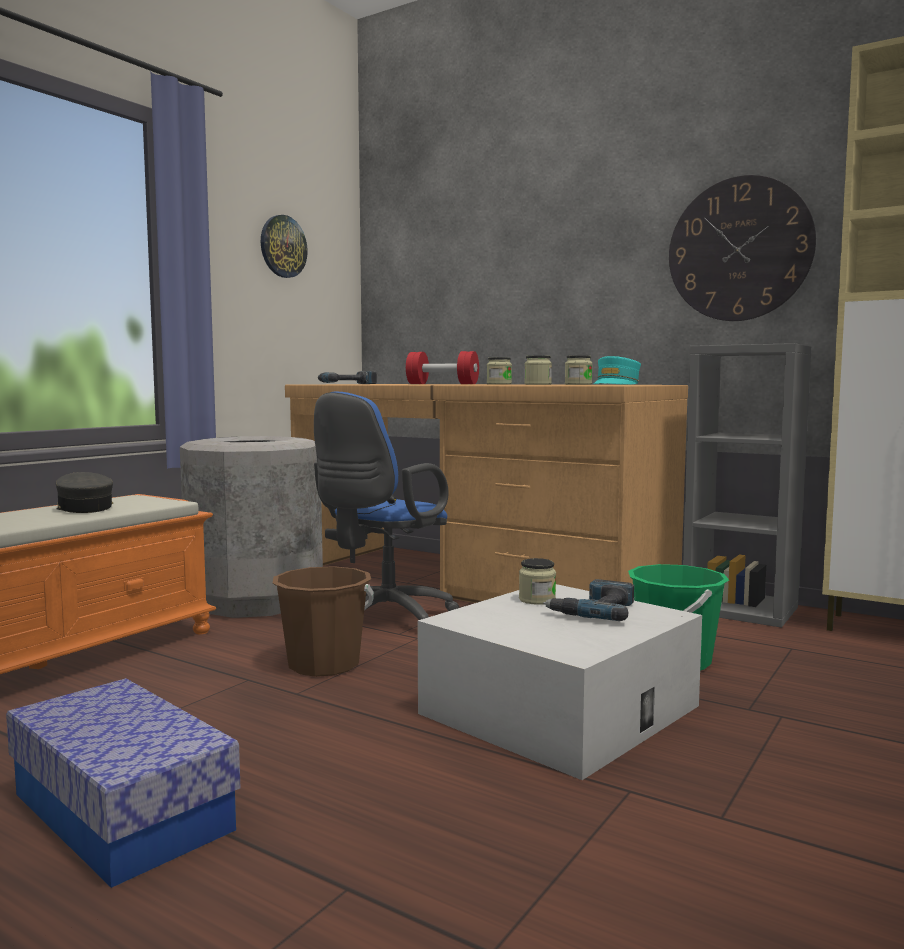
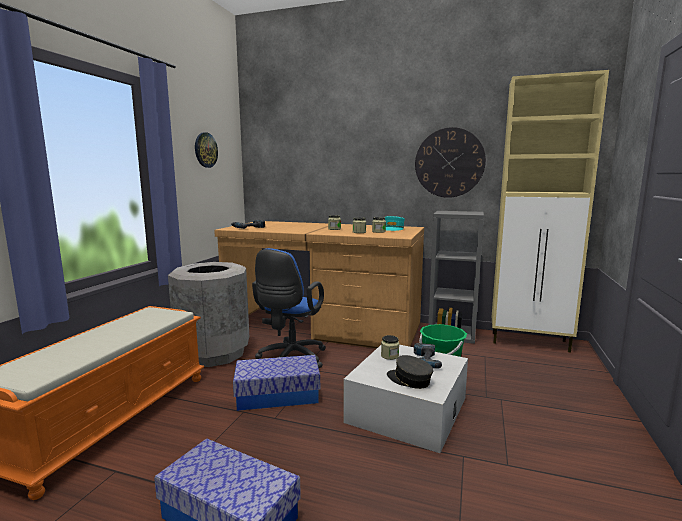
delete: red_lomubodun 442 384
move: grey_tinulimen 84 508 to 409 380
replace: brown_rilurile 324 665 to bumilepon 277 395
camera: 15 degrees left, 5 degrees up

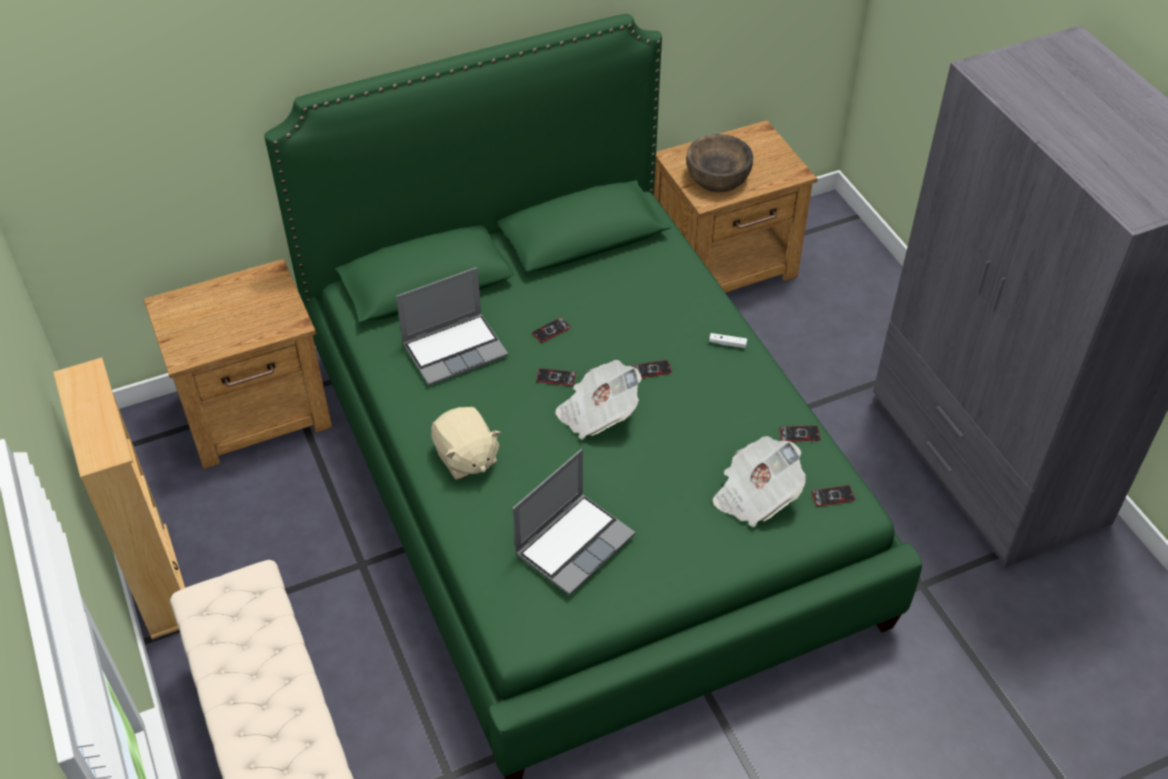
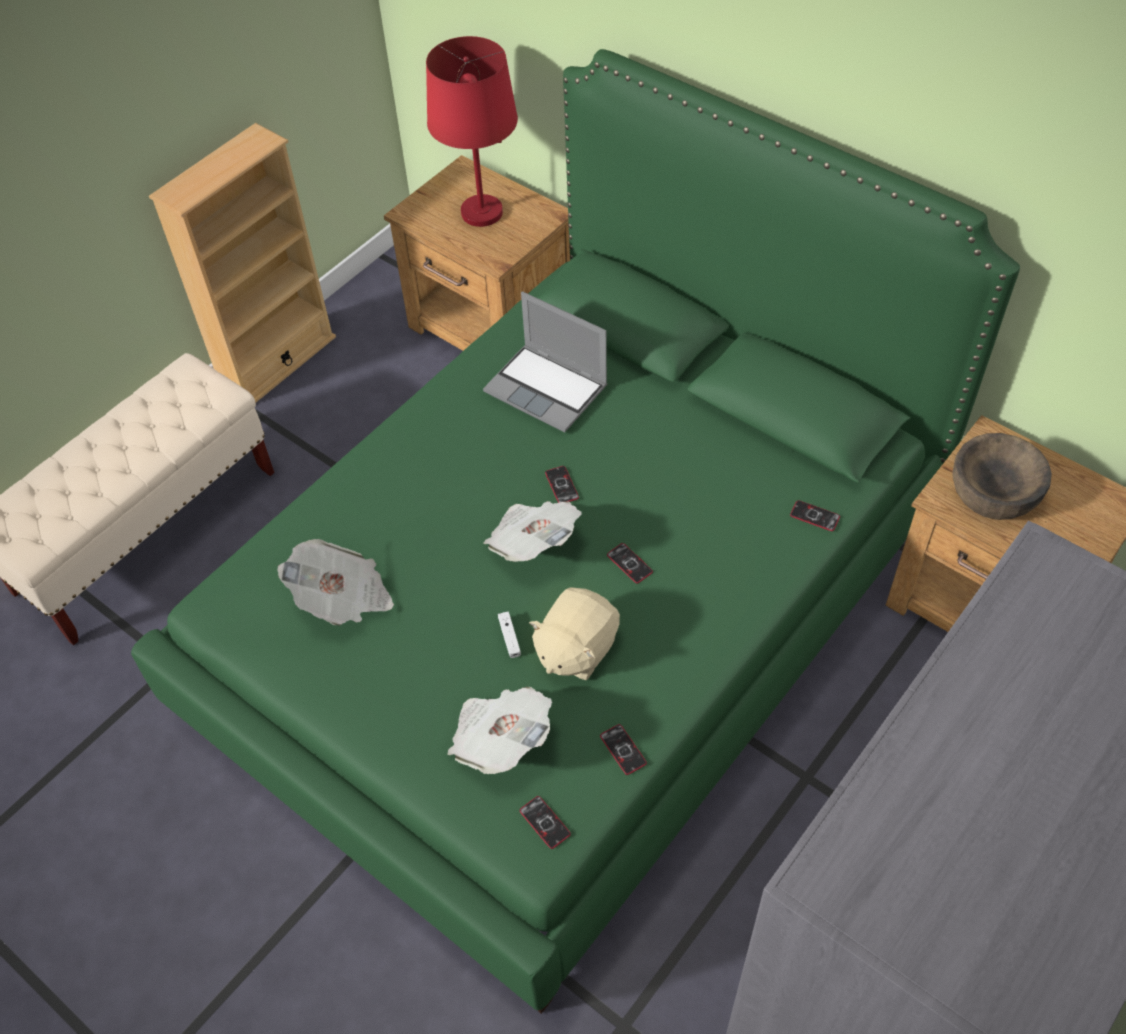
insert: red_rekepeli 481 213
move: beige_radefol 466 458 to 575 648; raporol 551 330 to 814 516; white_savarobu 727 343 to 509 637
replace: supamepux 574 543 to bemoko 342 598
camera: 65 degrees right, 5 degrees up

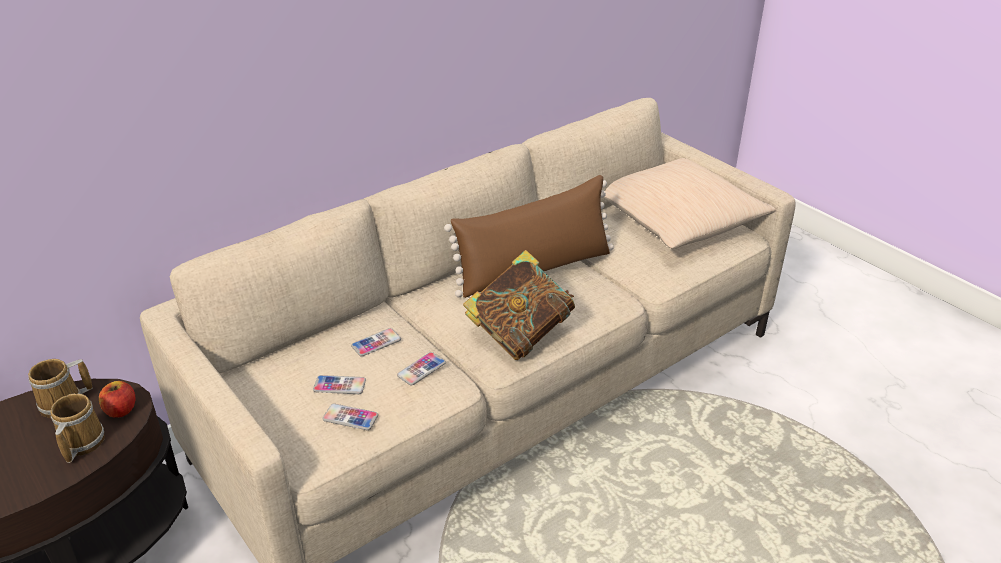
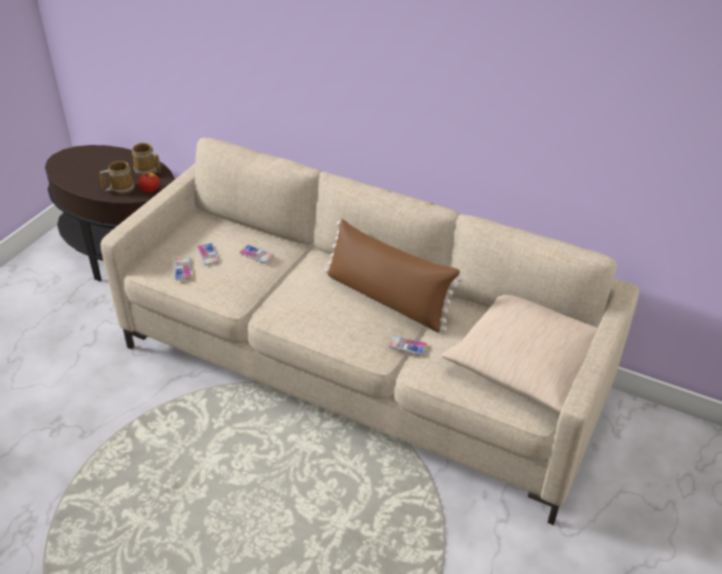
delete: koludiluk 520 334
move: raporol 421 369 to 407 346
camera: 65 degrees right, 5 degrees up

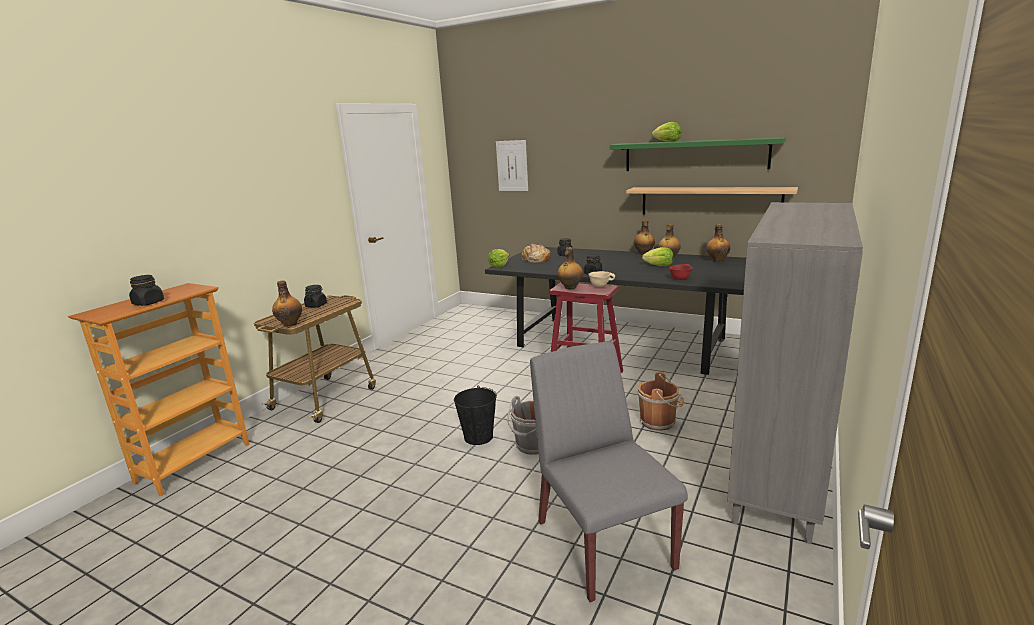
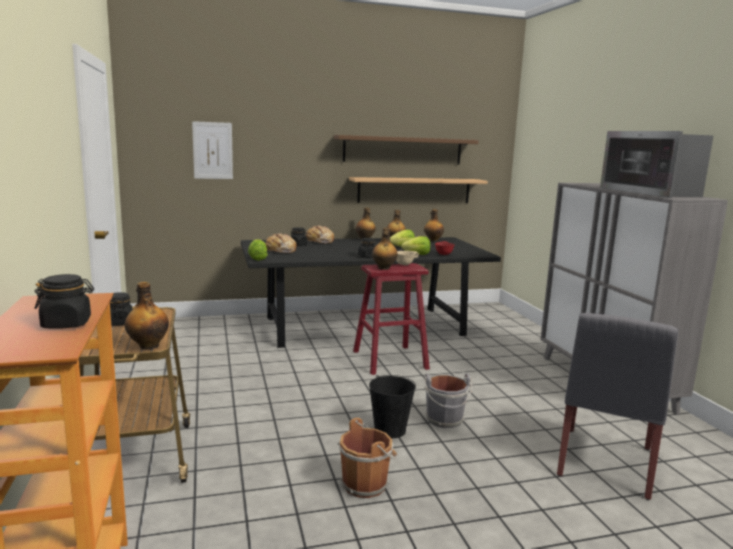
insert: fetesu 319 241; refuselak 652 192
move: brown_rilurile 659 422 to 366 484; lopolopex 667 141 to 417 254
recolor: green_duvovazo 695 155 to brown_duvovazo 403 150
rotate: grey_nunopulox 602 543 = 605 462 90 degrees counterclockwise
camera: 45 degrees left, 5 degrees down

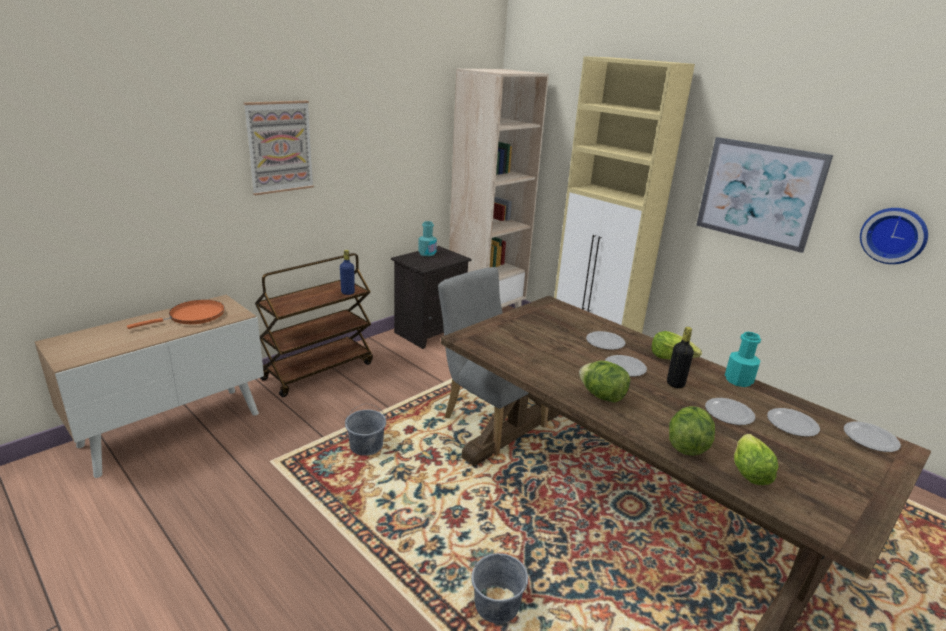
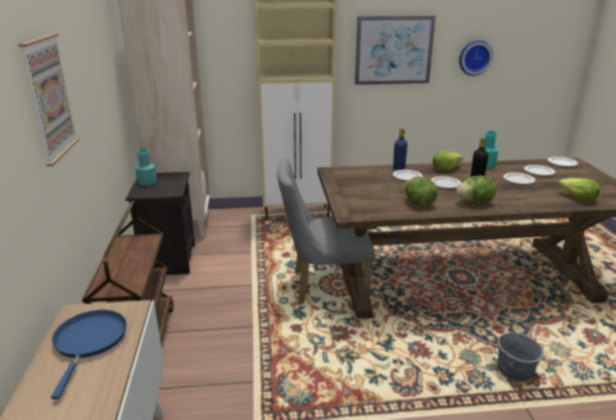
delete: grey_rilurile 366 445
move: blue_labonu 347 292 to 399 168; lopolopex 687 446 to 418 203
recolor: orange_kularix 193 316 to blue_kularix 89 341
camera: 50 degrees left, 0 degrees up

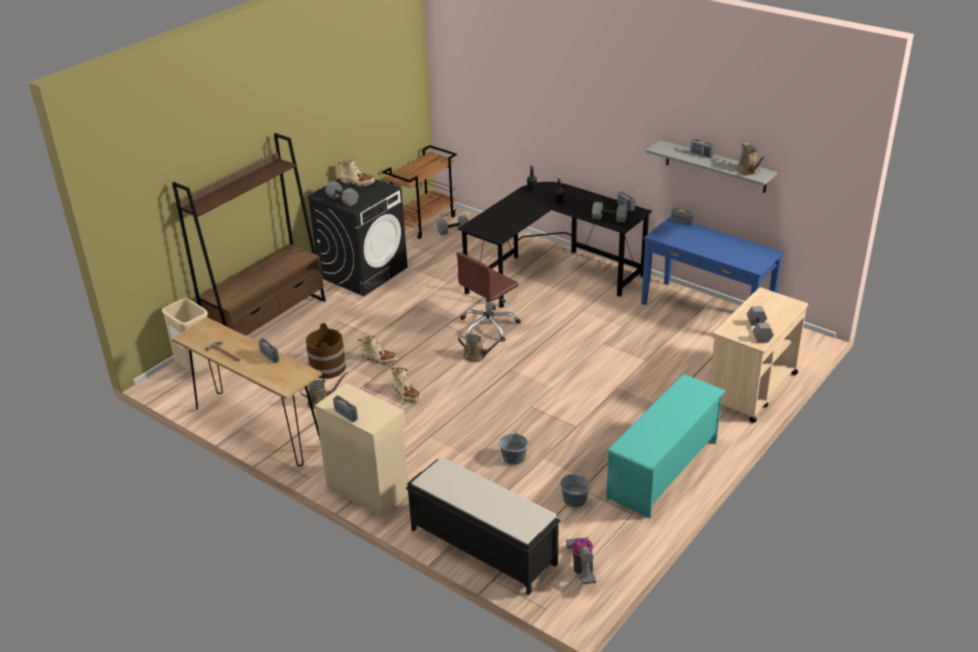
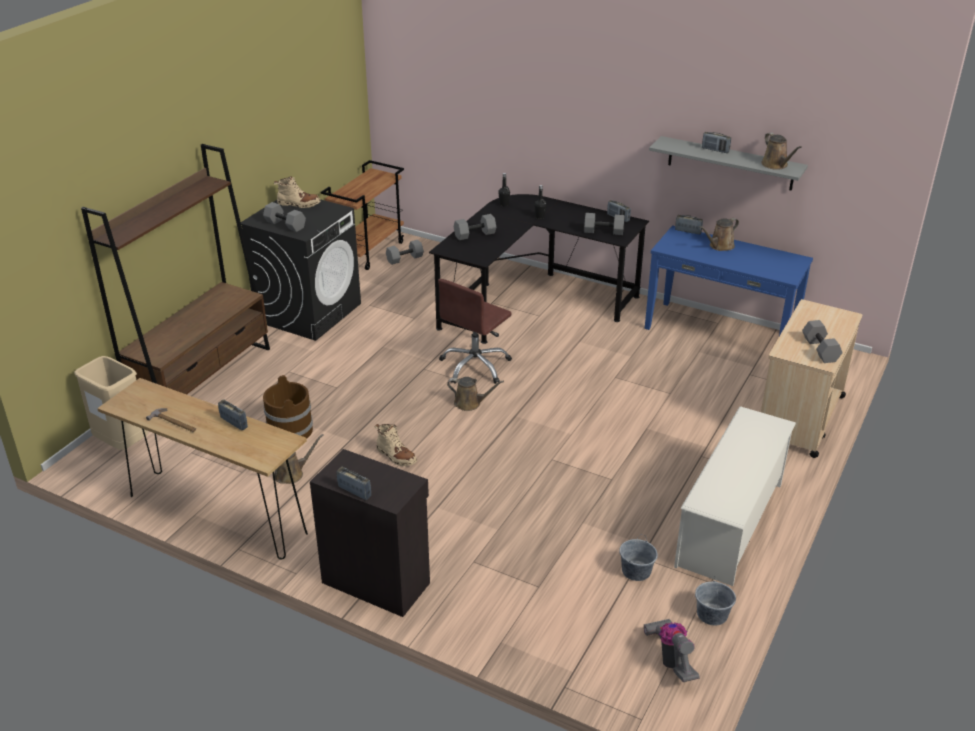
delete: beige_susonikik 379 359; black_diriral 482 546
insert: grey_lomubodun 474 235; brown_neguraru 719 246
move: grey_rilurile 513 457 to 712 614
recolor: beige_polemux 368 489 to black_polemux 376 581; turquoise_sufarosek 663 470 to white_sufarosek 730 524
camera: 10 degrees left, 0 degrees up

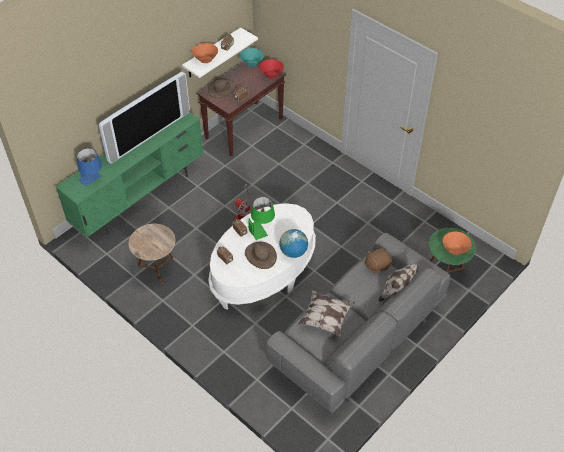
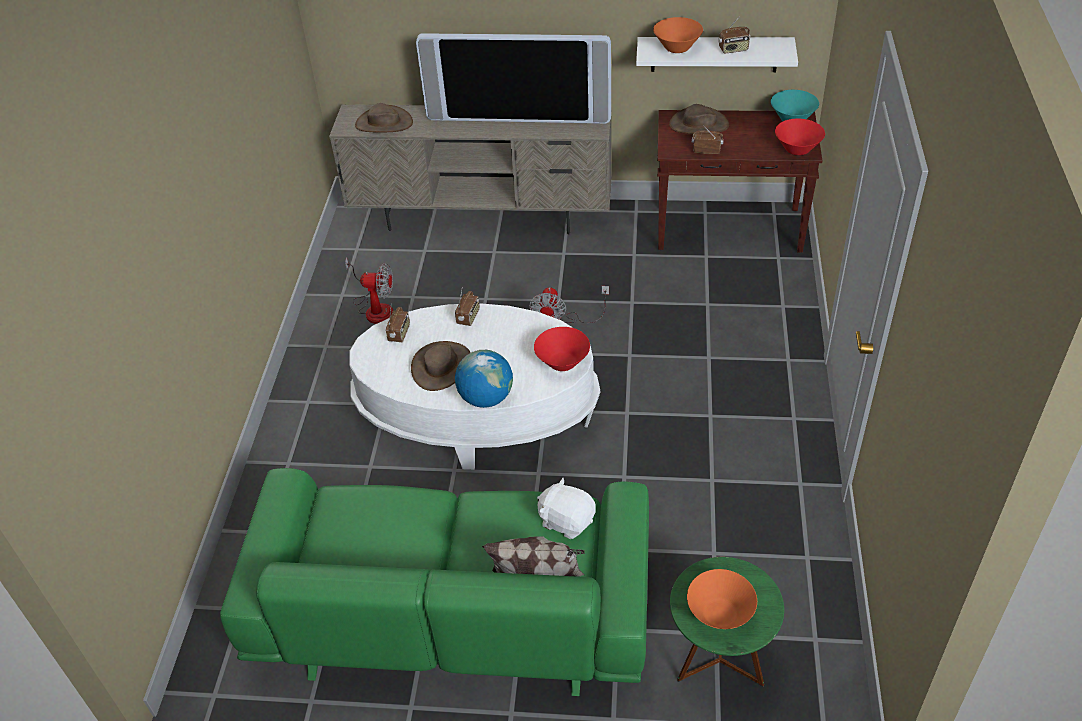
delete: green_rekepeli 261 229; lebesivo 326 318
insert: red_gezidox 562 362
replace: blue_rekepeli 92 180 to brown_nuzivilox 384 123; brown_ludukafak 157 269 to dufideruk 375 308
recolor: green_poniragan 140 197 to beige_poniragan 482 217; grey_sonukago 357 337 to green_sonukago 452 612; brown_radefol 377 265 to white_radefol 566 520
camera: 55 degrees right, 5 degrees down

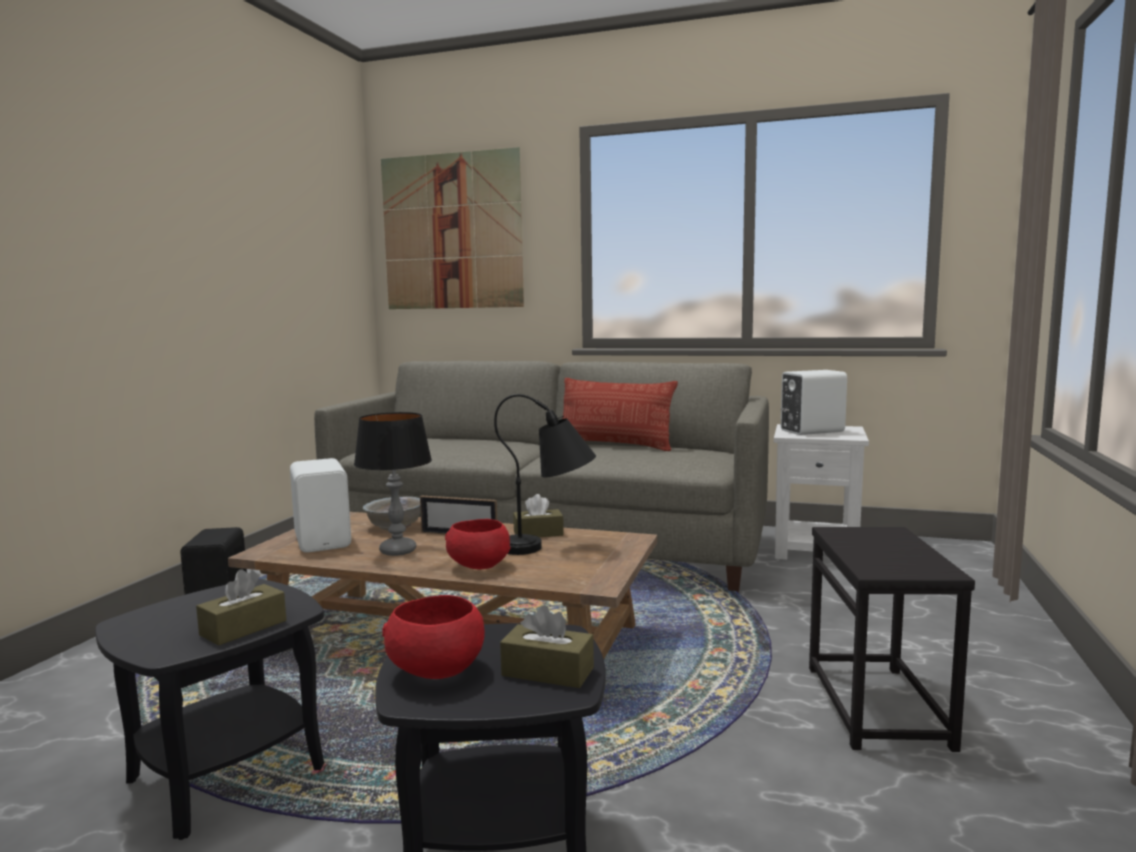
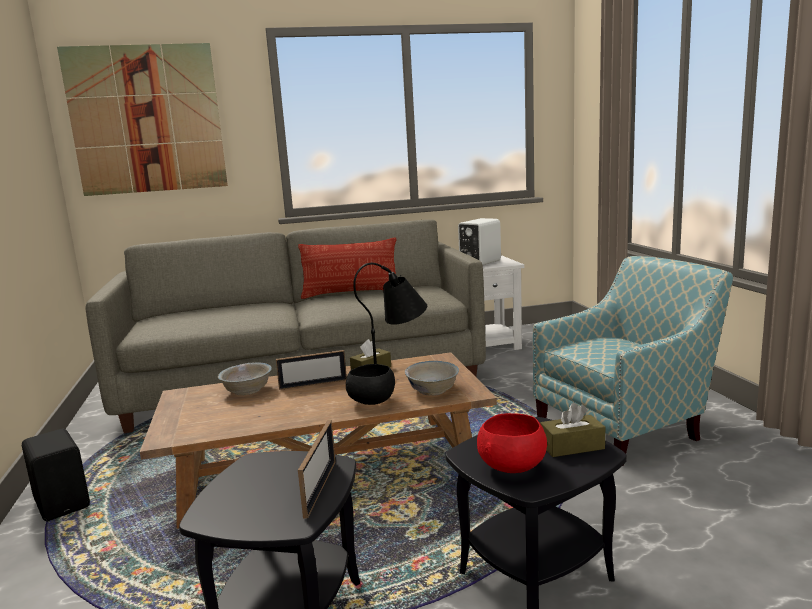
delete: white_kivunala 324 541; rekepeli 398 551
insert: white_gezidox 432 390
replace: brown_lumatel 243 628 to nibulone 320 488; black_ludukafak 878 706 to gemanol 625 426
recolor: red_gezidox 478 566 to black_gezidox 371 402
camera: 30 degrees left, 5 degrees up

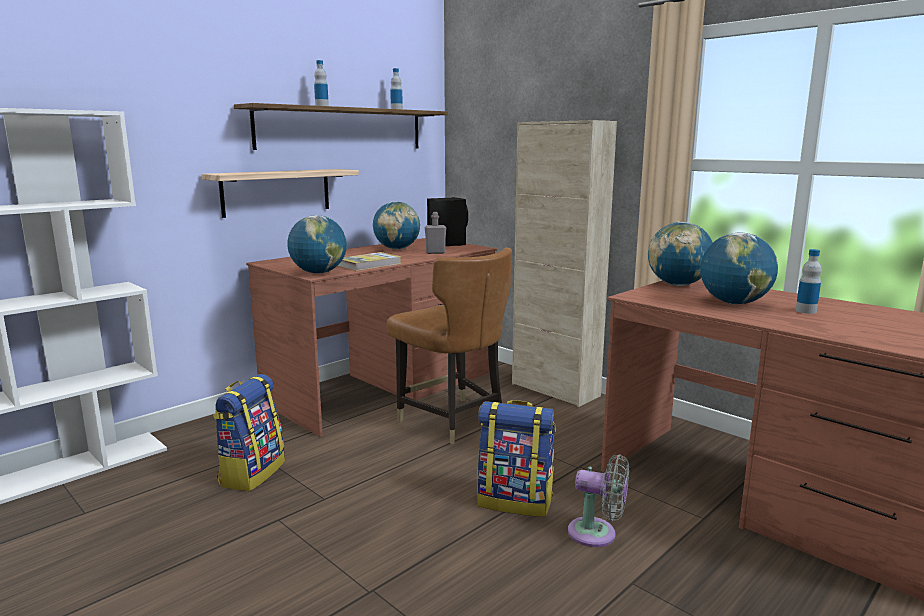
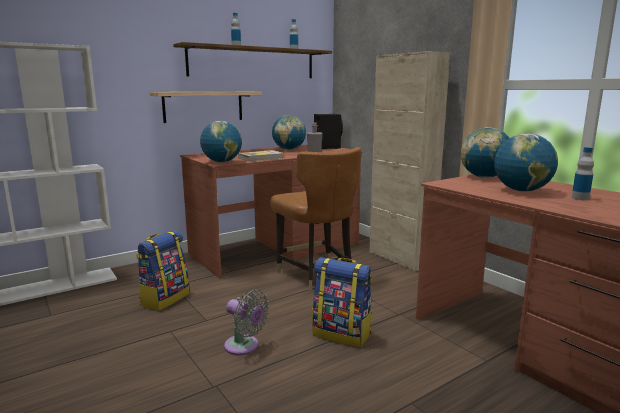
move: grey_dufideruk 597 534 to 244 347
camera: 10 degrees right, 0 degrees up

